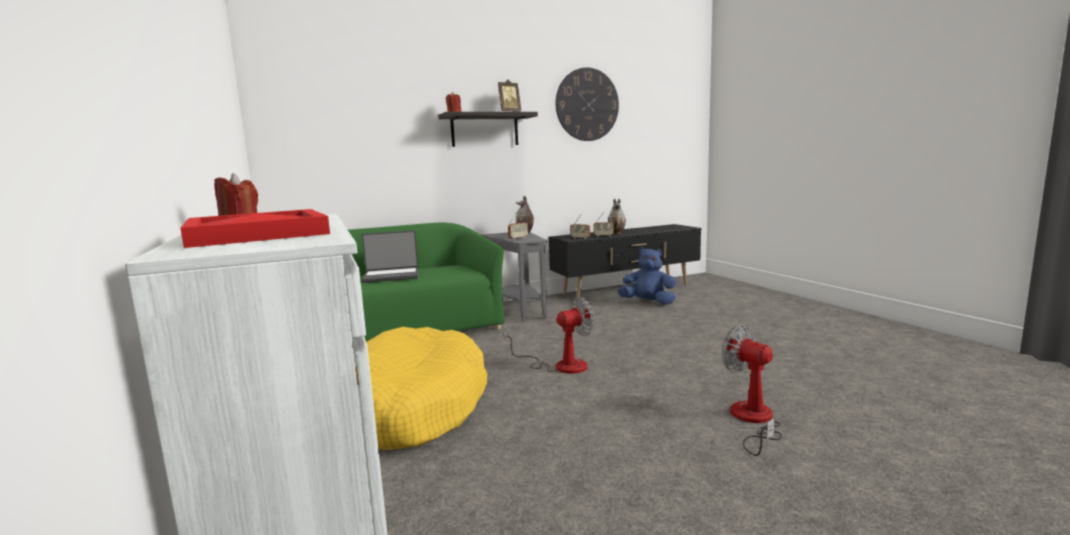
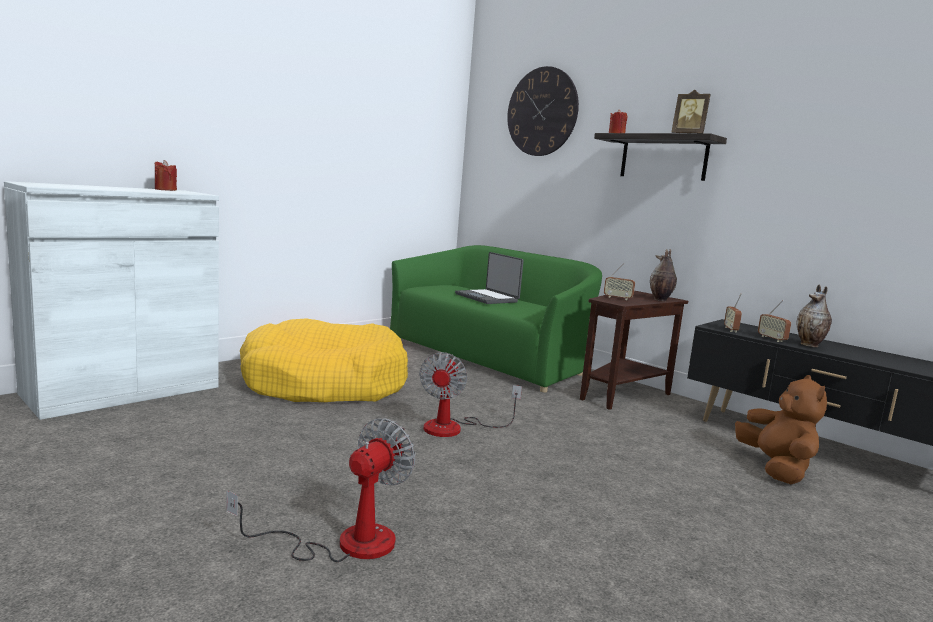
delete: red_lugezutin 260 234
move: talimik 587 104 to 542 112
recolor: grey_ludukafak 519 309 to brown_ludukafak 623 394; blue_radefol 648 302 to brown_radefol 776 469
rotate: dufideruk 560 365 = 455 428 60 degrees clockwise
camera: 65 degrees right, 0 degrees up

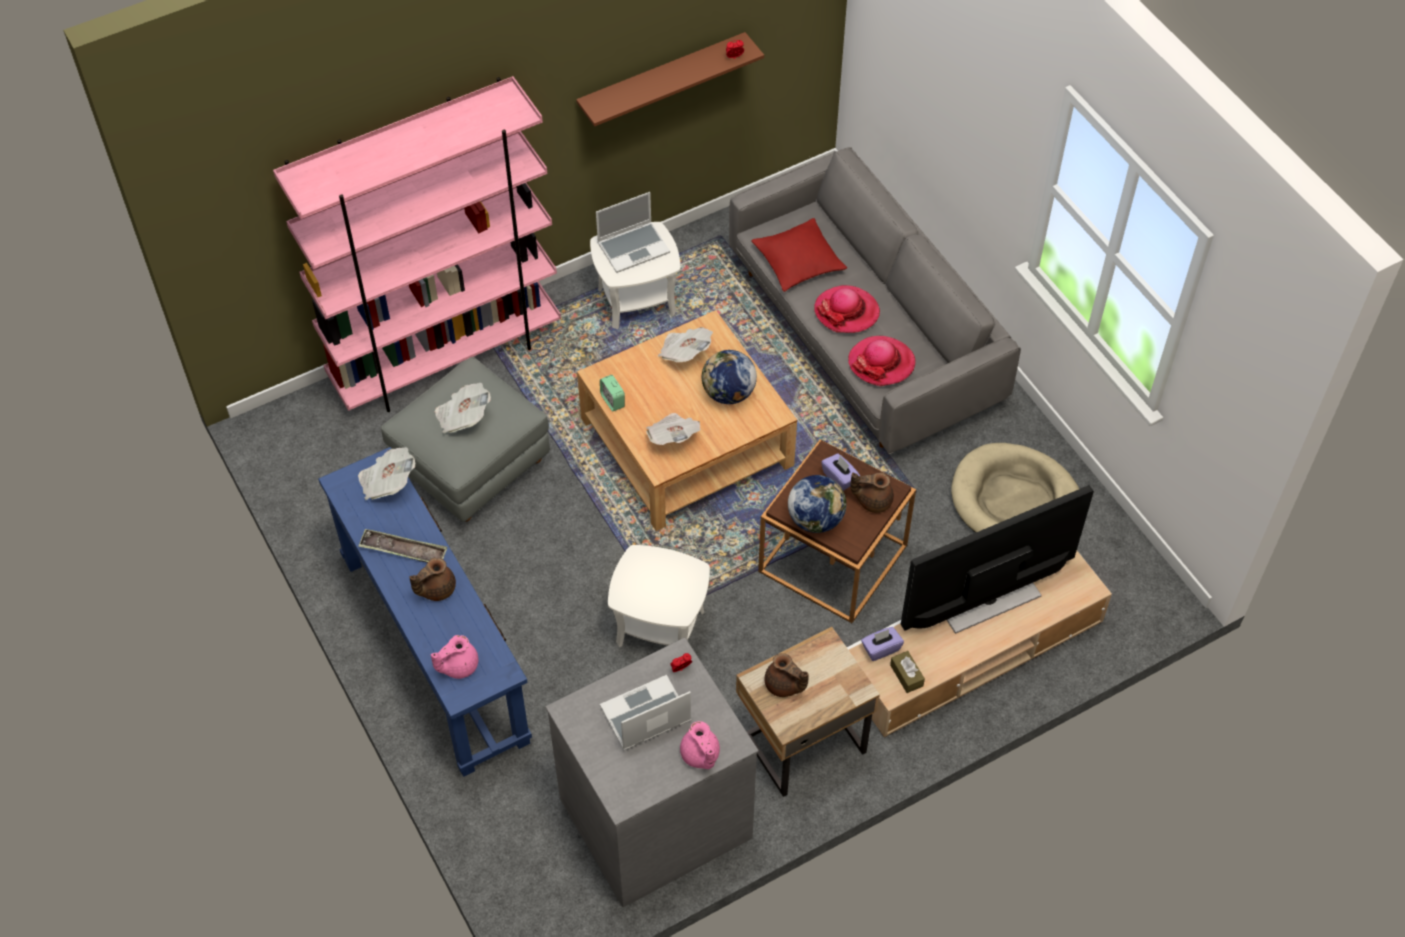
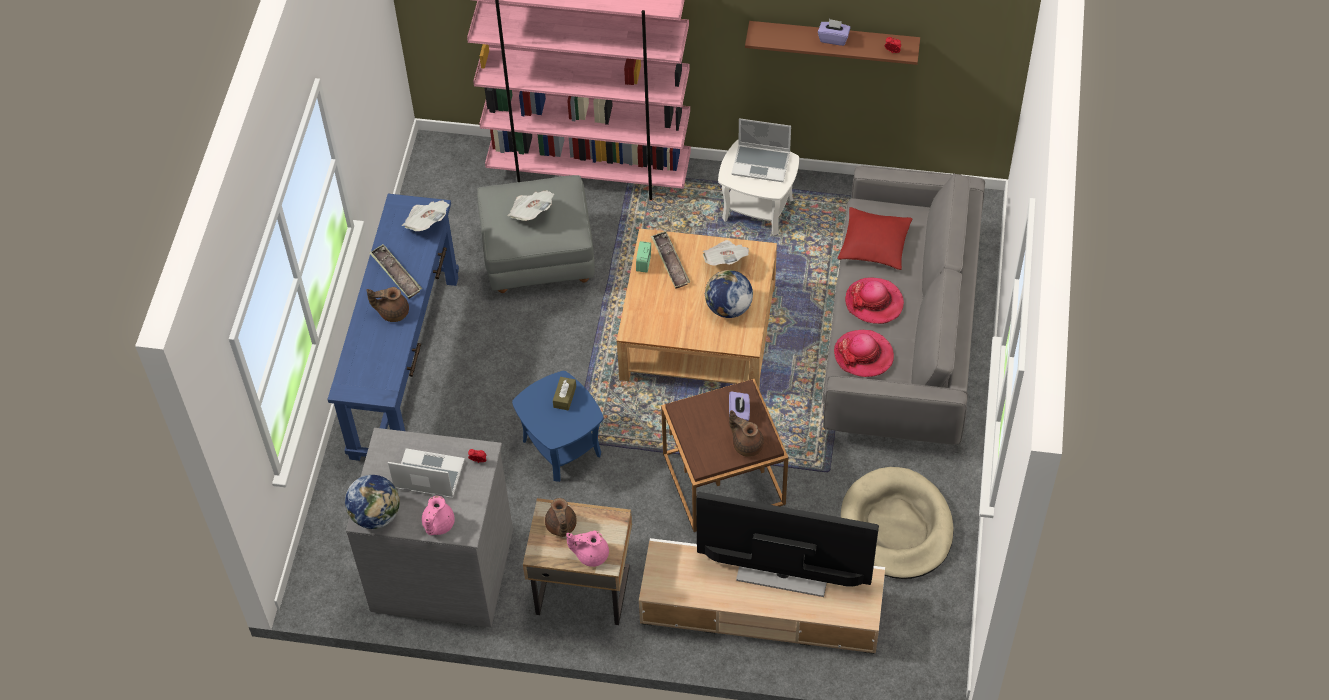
delete: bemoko 673 437
insert: lugezutin 670 262
move: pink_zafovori 458 666 to 591 554; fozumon 815 519 to 376 515; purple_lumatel 881 649 to 833 38; brown_lumatel 906 675 to 564 397
recolor: white_ludukafak 660 627 to blue_ludukafak 561 447
camera: 40 degrees right, 0 degrees up

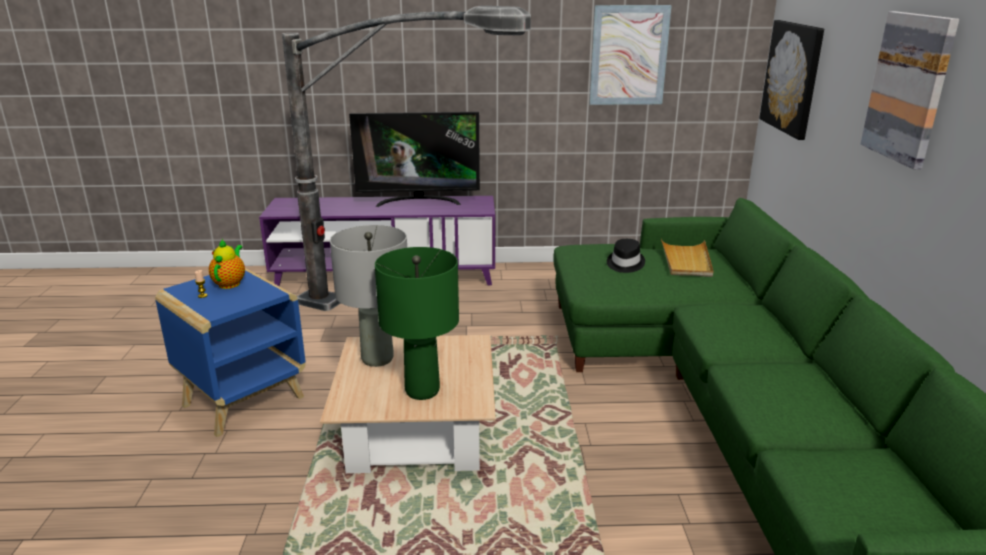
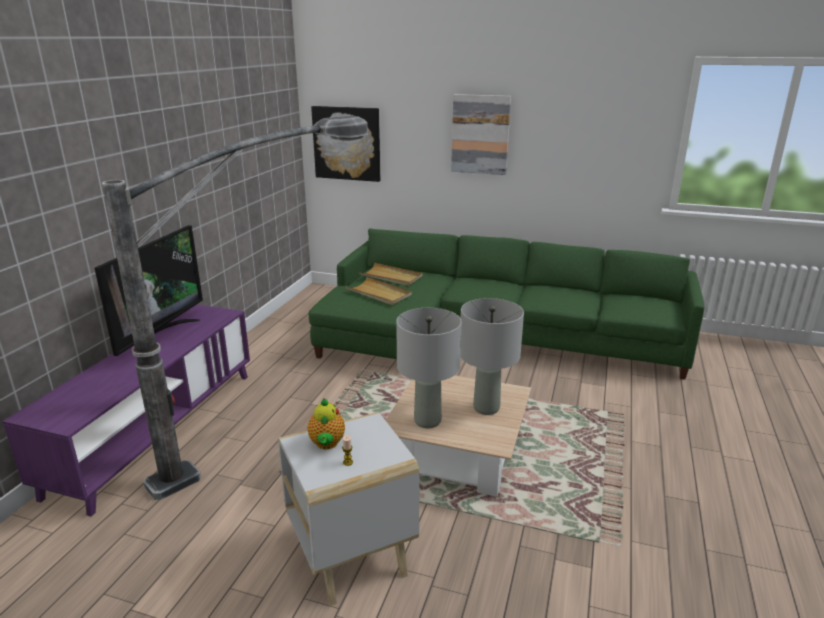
delete: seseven 629 55
replace: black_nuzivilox 624 264 to beige_lugezutin 379 293
recolor: blue_ludukafak 245 400 to white_ludukafak 350 553; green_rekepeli 423 391 to grey_rekepeli 486 407
rotate: zafovori 230 283 = 327 444 120 degrees counterclockwise
camera: 70 degrees left, 0 degrees up

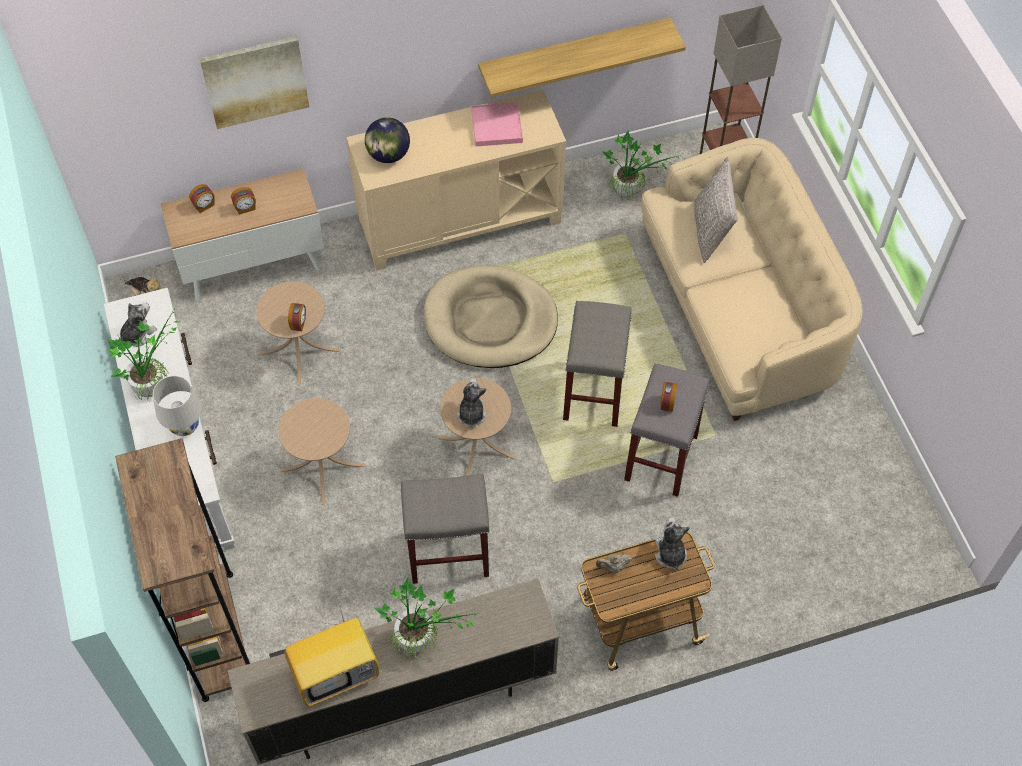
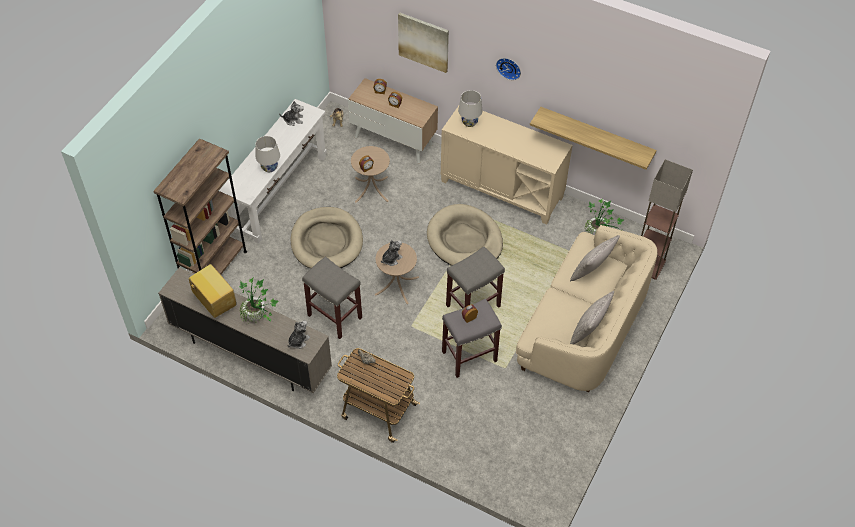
delete: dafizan 152 382; pink_lugezutin 496 126
insert: talimik 509 67; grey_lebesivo 588 330
move: radefol 670 553 to 298 341
replace: beige_ludukafak 323 467 to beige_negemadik 326 241; fozumon 388 155 to white_rekepeli 469 122
rotate: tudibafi 337 673 = 214 302 150 degrees counterclockwise
camera: 45 degrees right, 5 degrees down

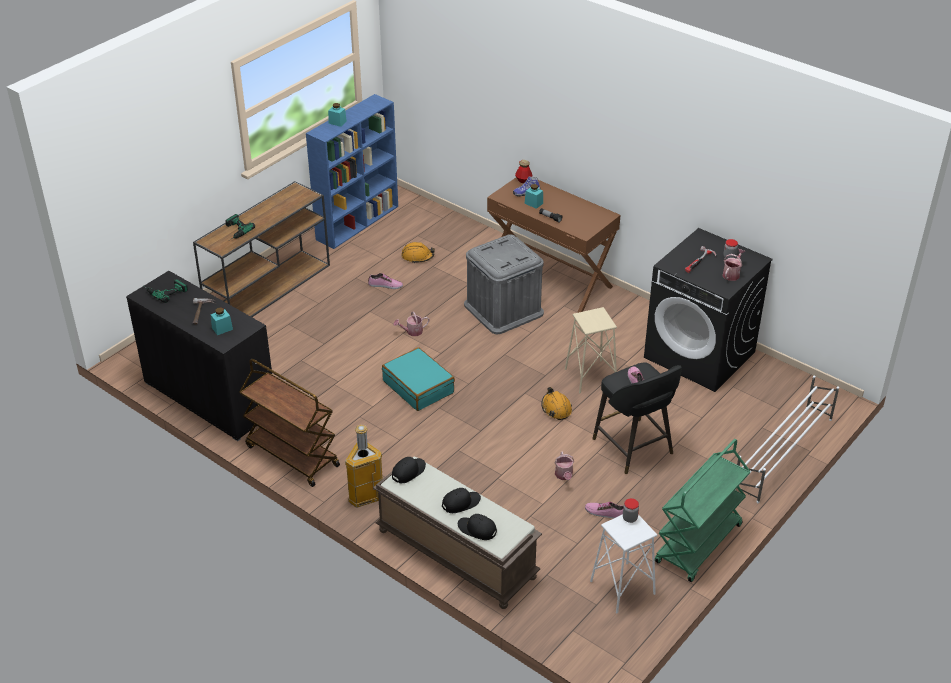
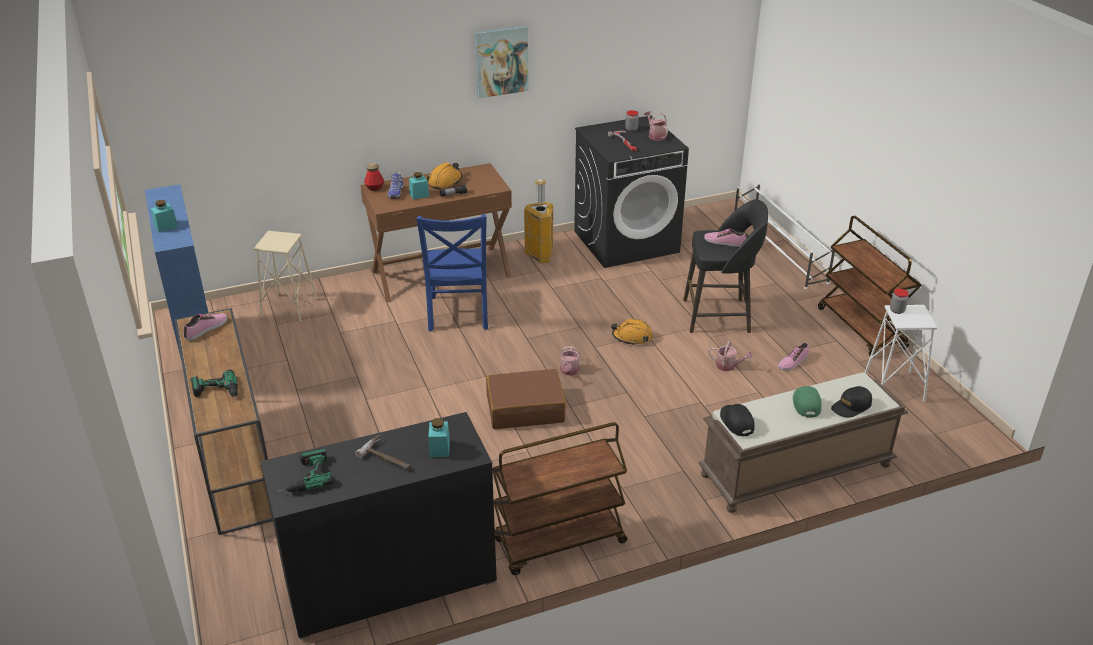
insert: seseven 501 61
move: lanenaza 365 497 to 540 256; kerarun 385 285 to 206 329; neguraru 412 332 to 569 371; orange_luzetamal 417 256 to 445 181; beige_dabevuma 590 377 to 289 308
replace: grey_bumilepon 503 309 to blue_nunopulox 458 315
recolor: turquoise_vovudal 418 387 to brown_vovudal 525 408; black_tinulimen 461 503 to green_tinulimen 806 404; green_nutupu 698 545 to brown_nutupu 862 329
camera: 60 degrees left, 5 degrees down

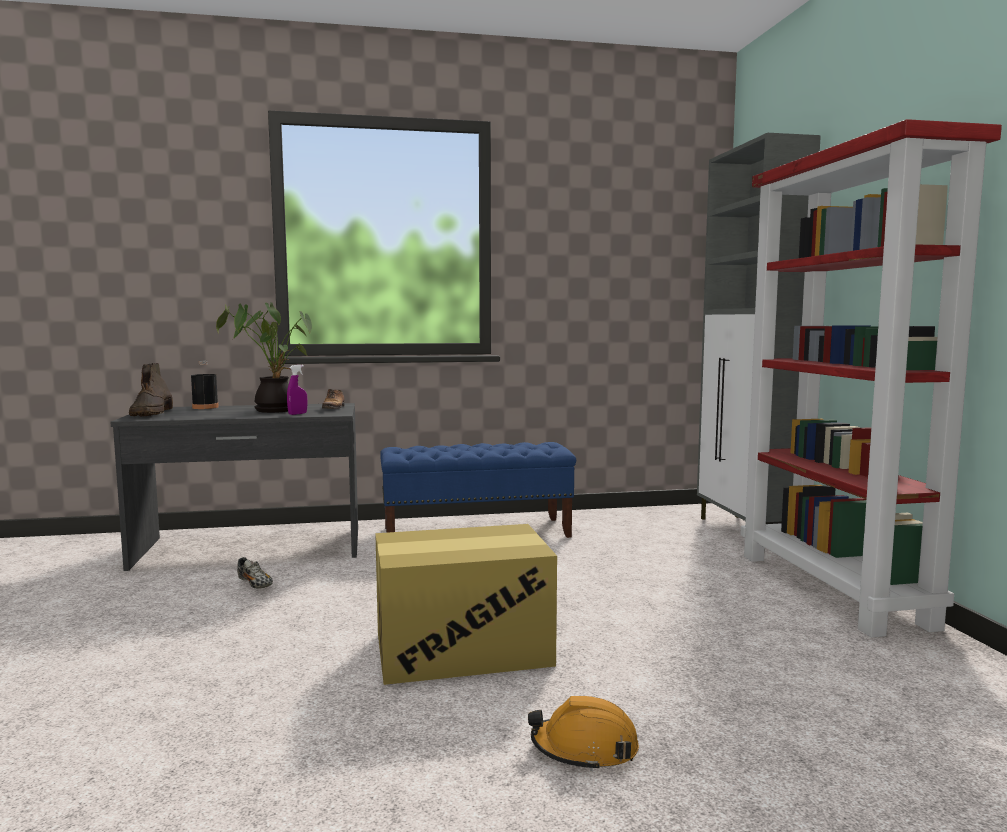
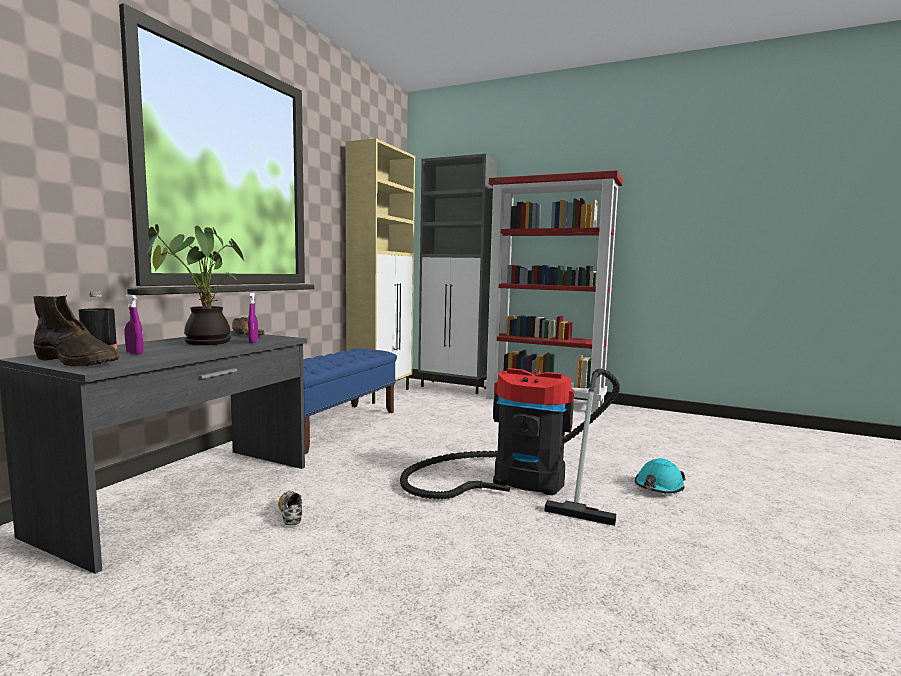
insert: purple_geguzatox 134 353; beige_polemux 381 394
replace: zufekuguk 463 649 to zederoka 520 480
recolor: orange_luzetamal 584 749 to turquoise_luzetamal 658 487
rotate: kerarun 255 585 = 290 514 105 degrees counterclockwise
camera: 55 degrees left, 0 degrees up

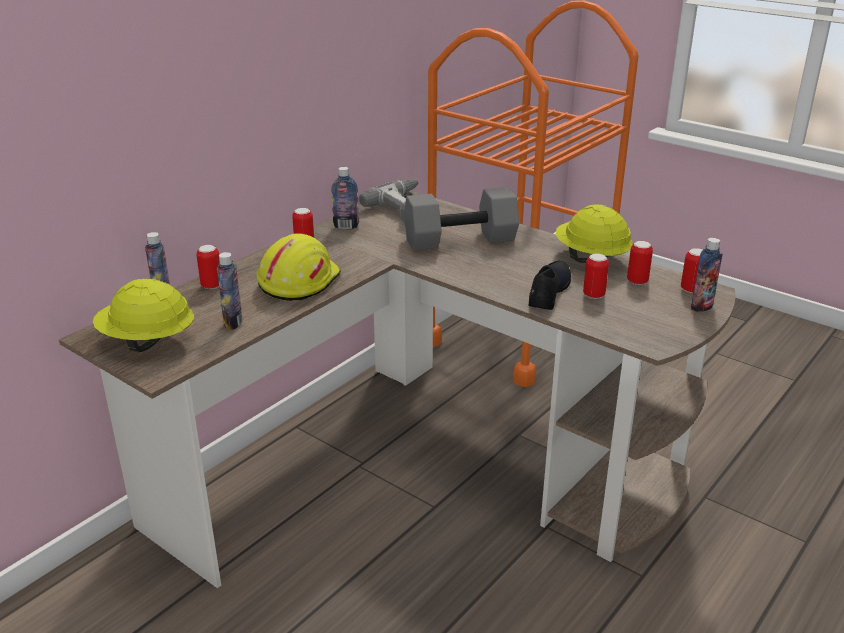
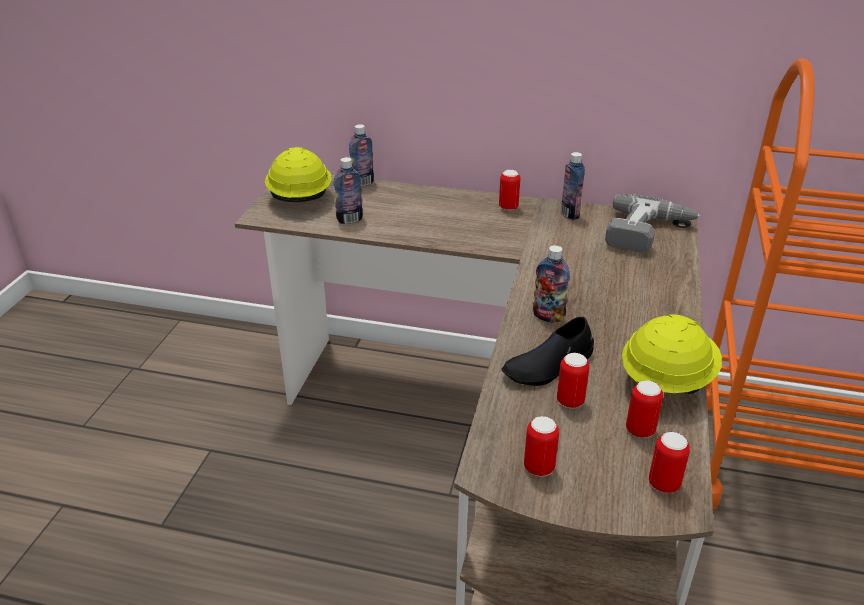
delete: yellow_luzetamal 298 281; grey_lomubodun 461 239
move: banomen 212 286 to 539 468; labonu 702 306 to 548 316
rotate: black_kerarun 548 292 = 548 366 150 degrees clockwise
camera: 65 degrees right, 5 degrees up

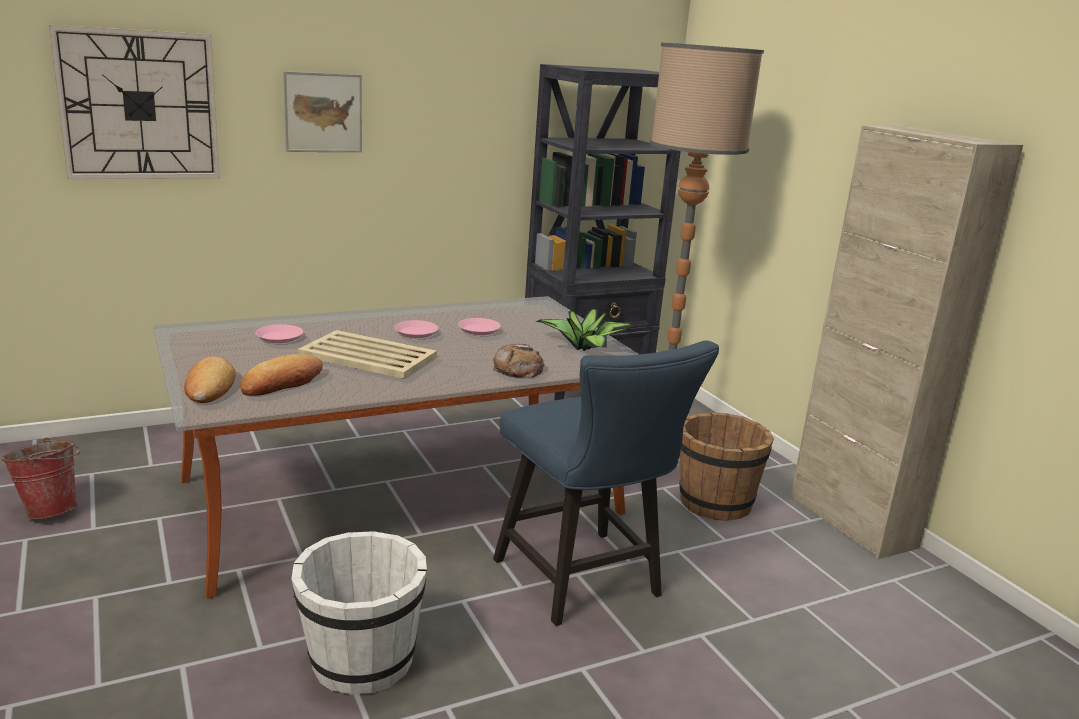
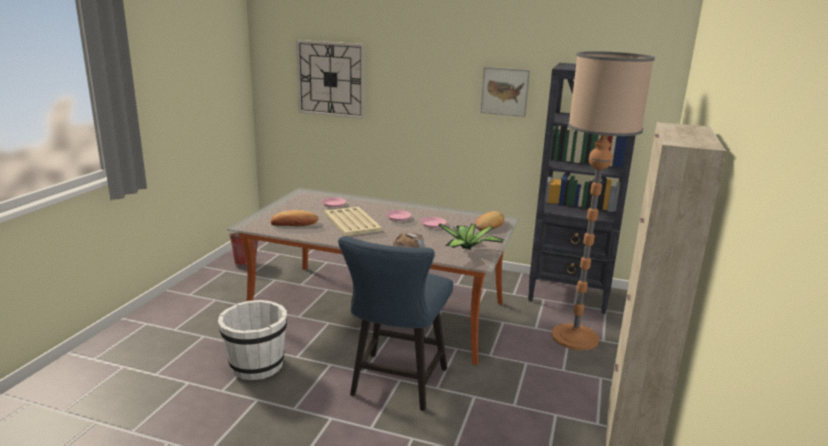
delete: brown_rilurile 714 503
move: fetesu 209 387 to 489 225; seseven 323 112 to 504 91
camera: 45 degrees right, 0 degrees up

